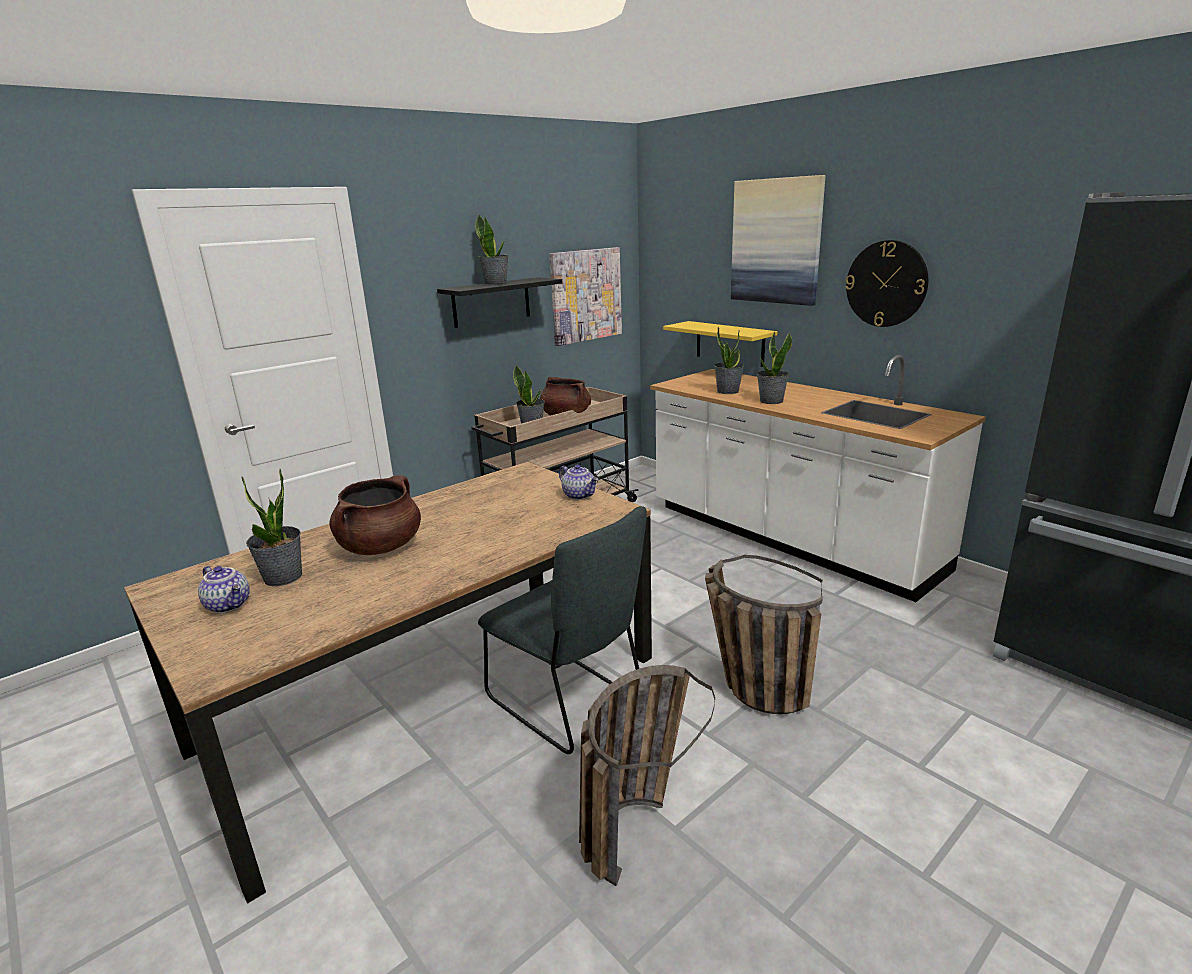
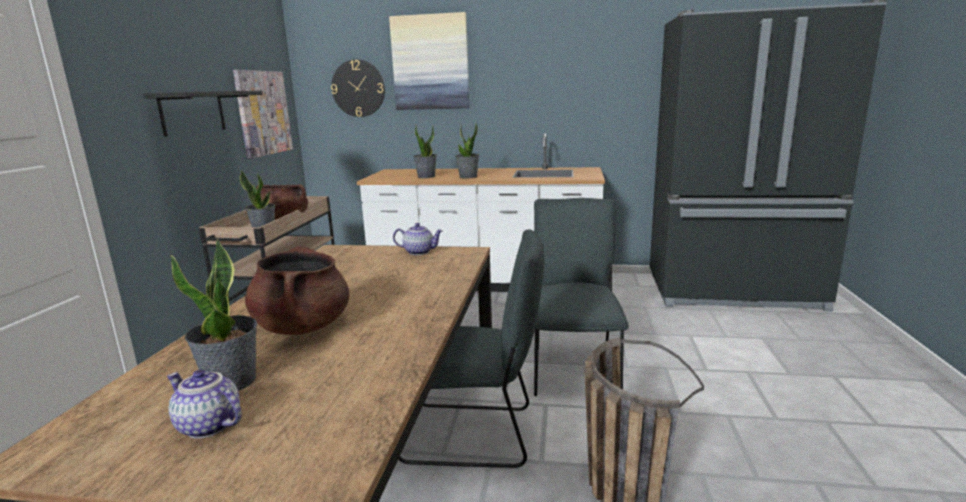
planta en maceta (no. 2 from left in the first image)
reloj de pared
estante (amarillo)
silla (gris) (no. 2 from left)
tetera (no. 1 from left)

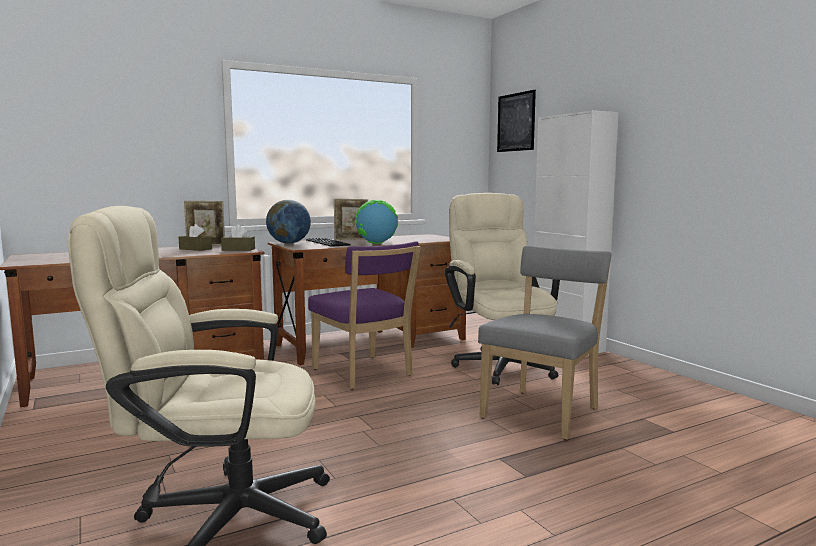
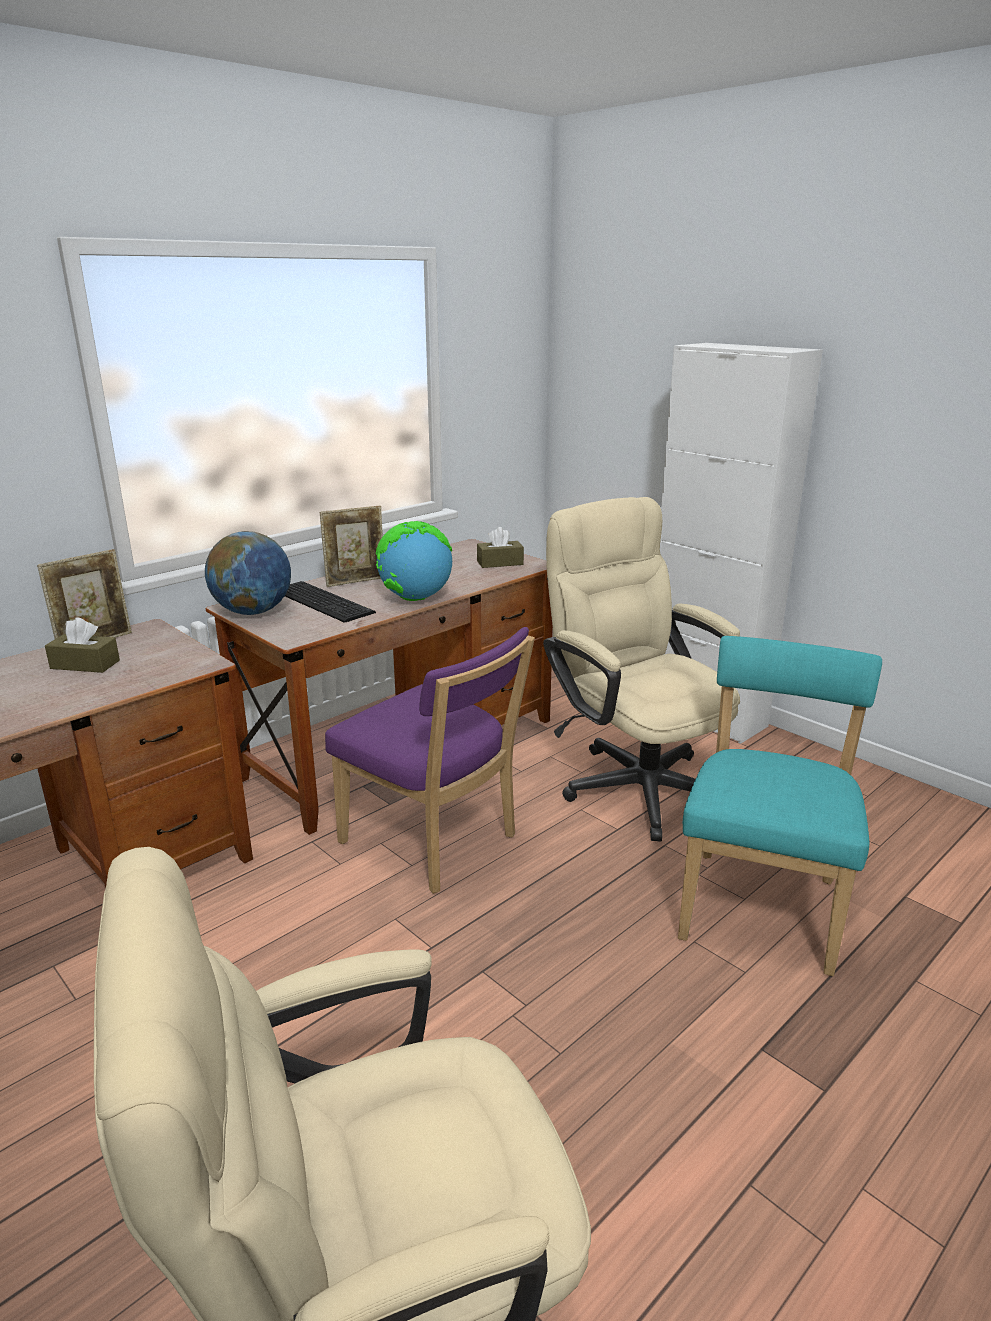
cuadro
caja de pañuelos (marrón) (no. 2 from left)
silla (turquesa)

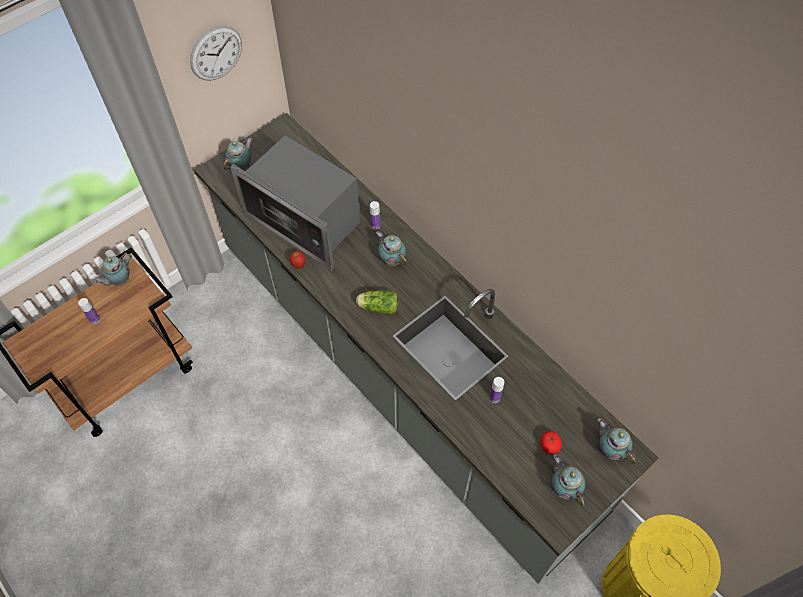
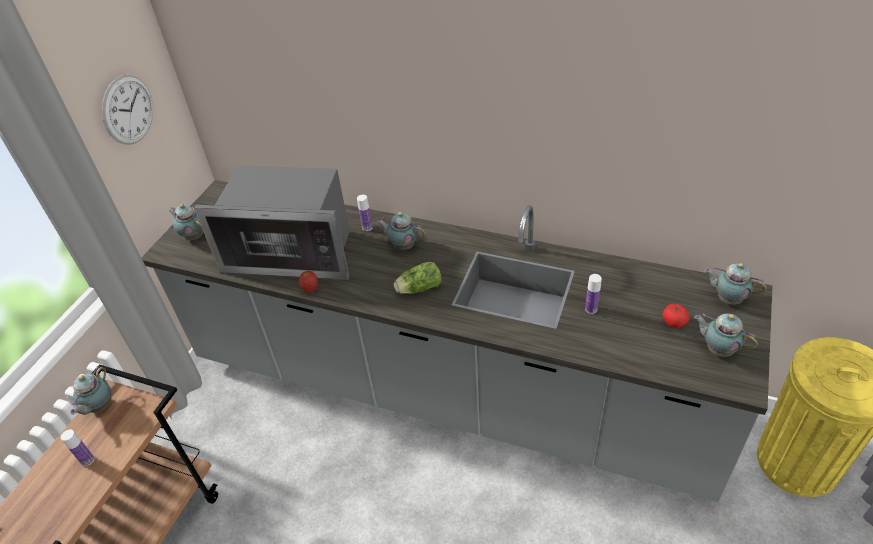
tetera (no. 2 from left)

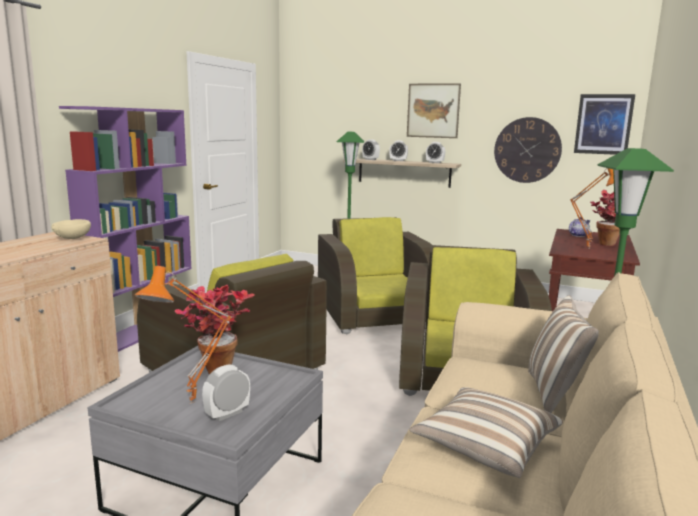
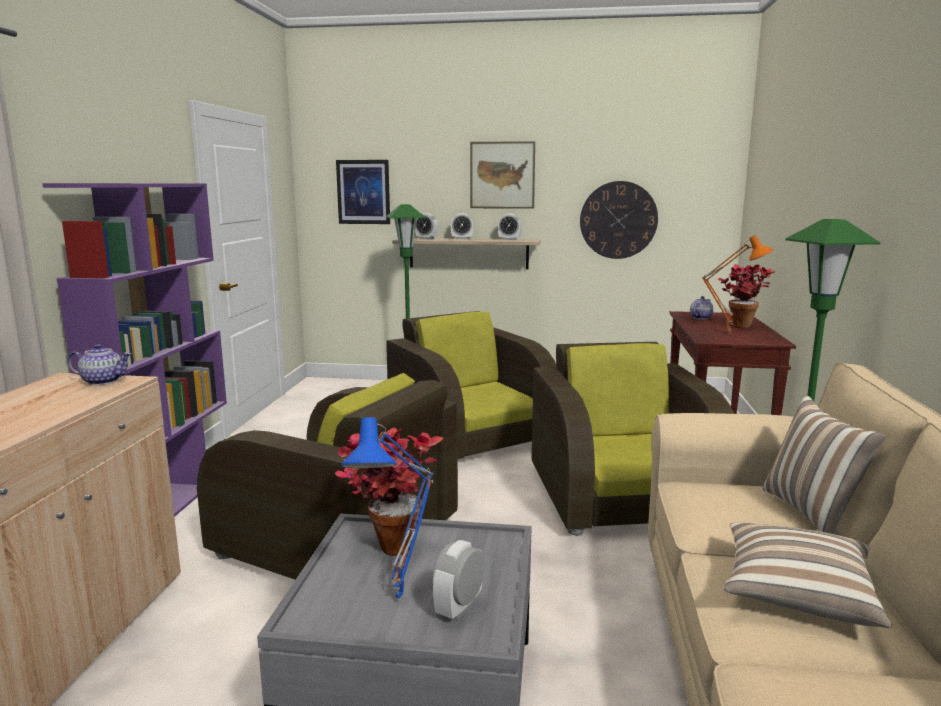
cuadro (no. 1 from left)
tetera (no. 1 from left)
lámpara de mesa (azul)

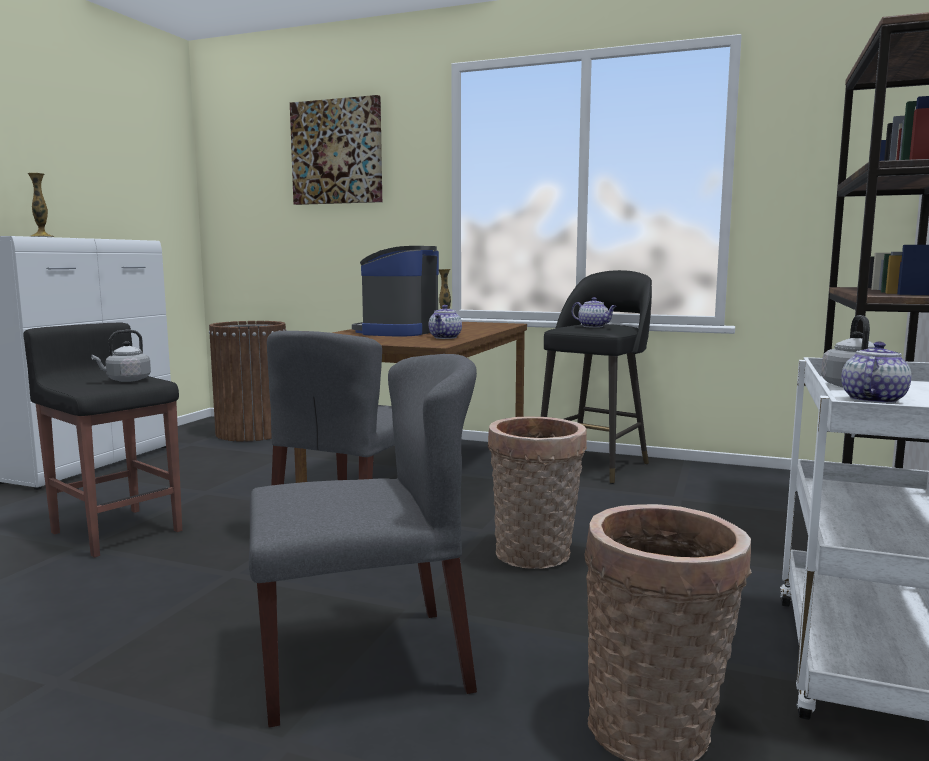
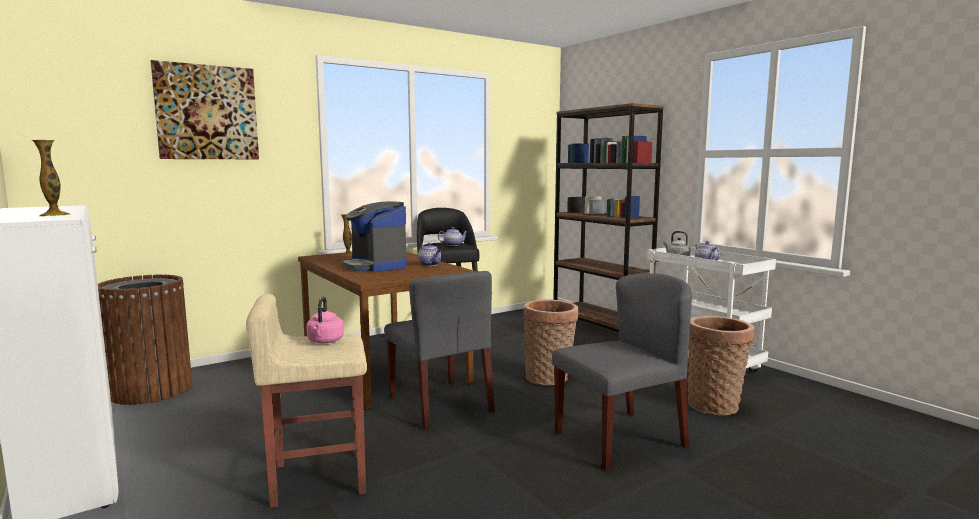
taburete (beis)
hervidor (rosa)
silla (gris) (no. 2 from left)

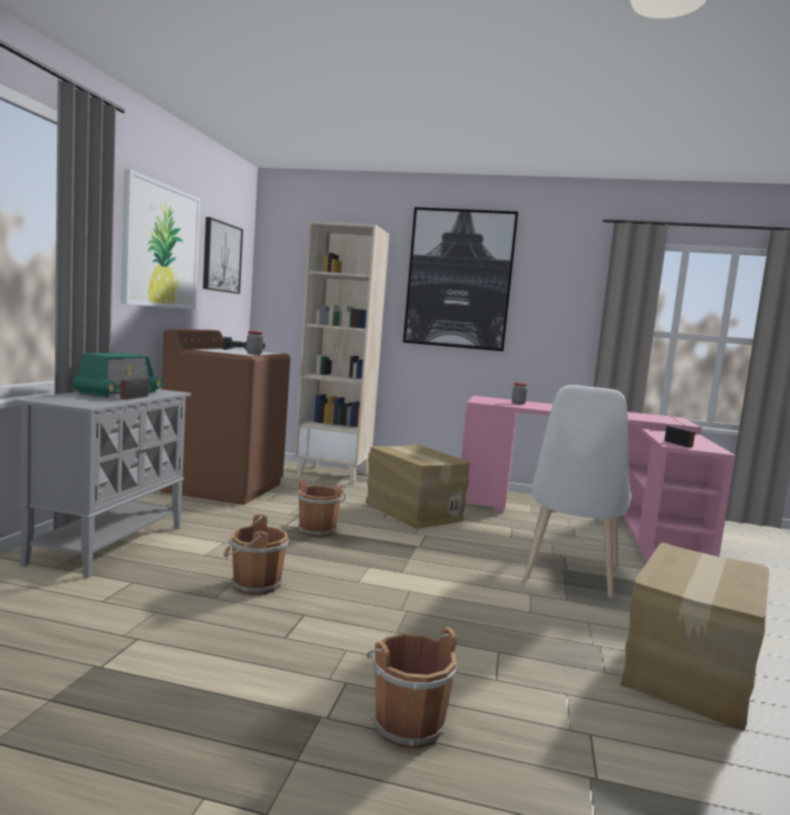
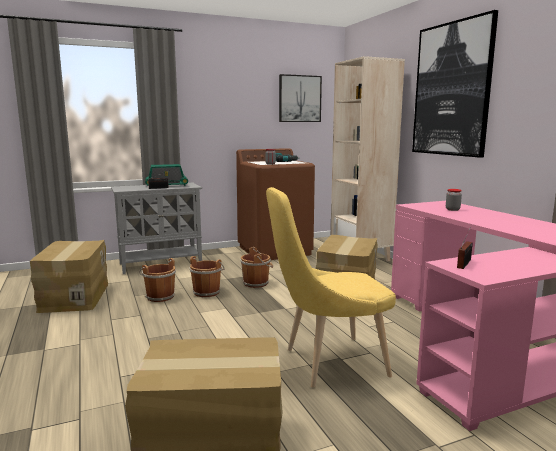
cuadro (no. 1 from left in the first image)
silla (amarillo)
cubo (marrón) (no. 2 from left)
caja de cartón (no. 1 from left)

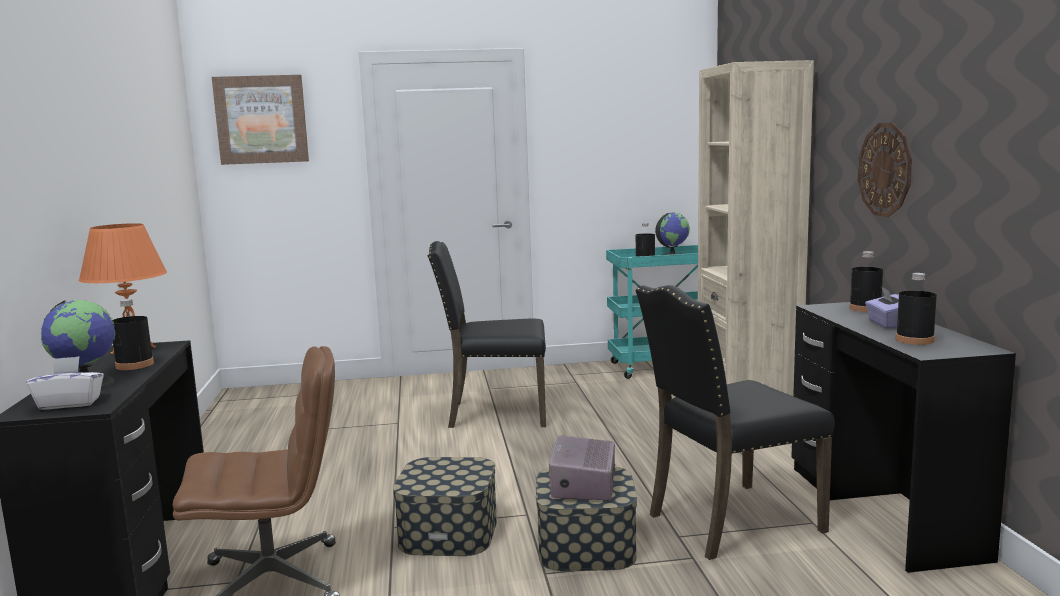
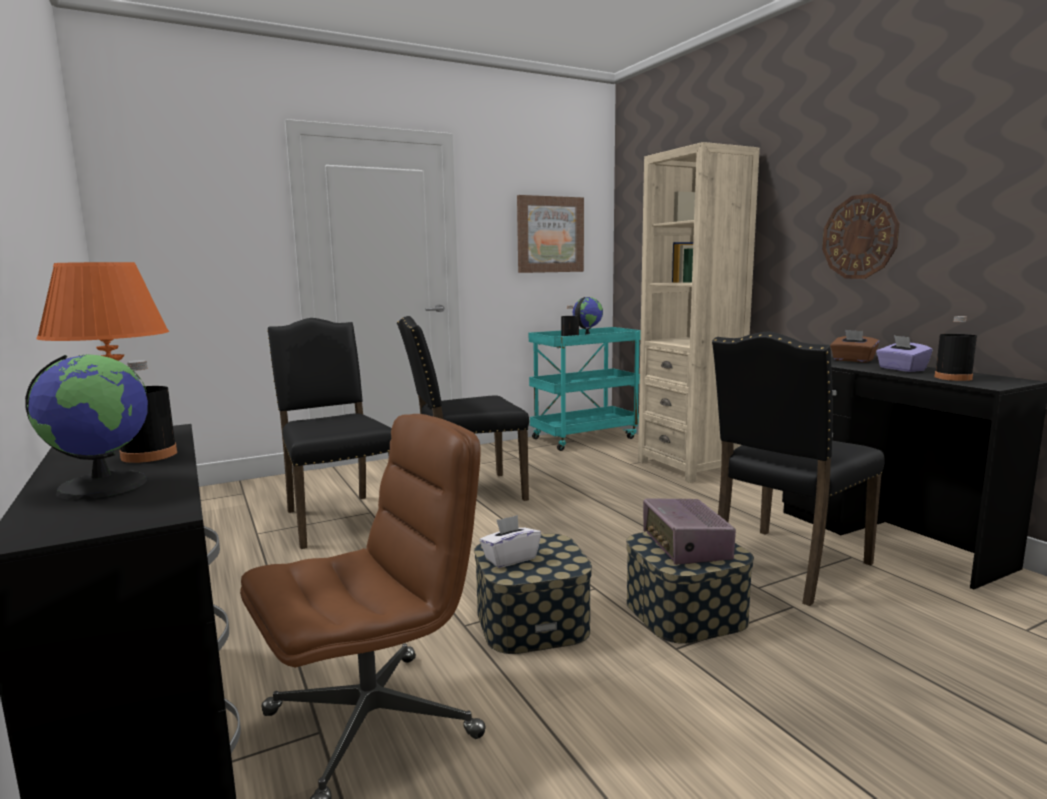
cuadro
caja de pañuelos (marrón)
caja de pañuelos (blanco)
silla (negro) (no. 1 from left)

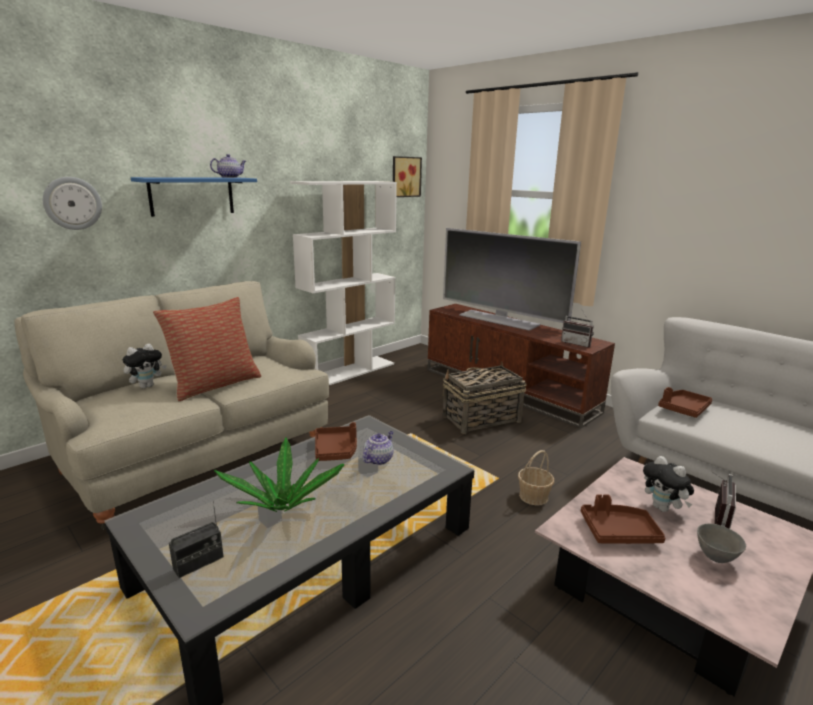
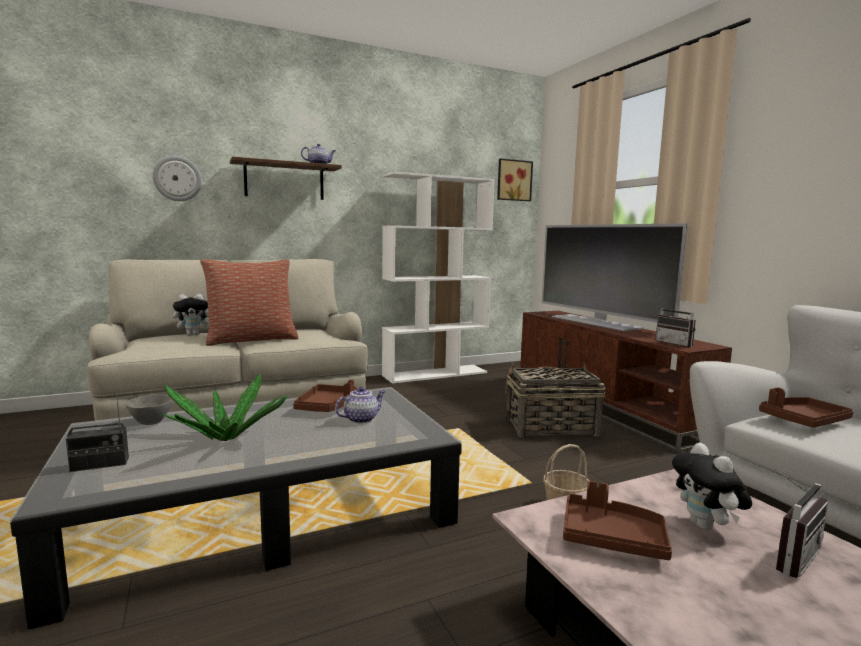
estante (marrón)
cuenco (gris)

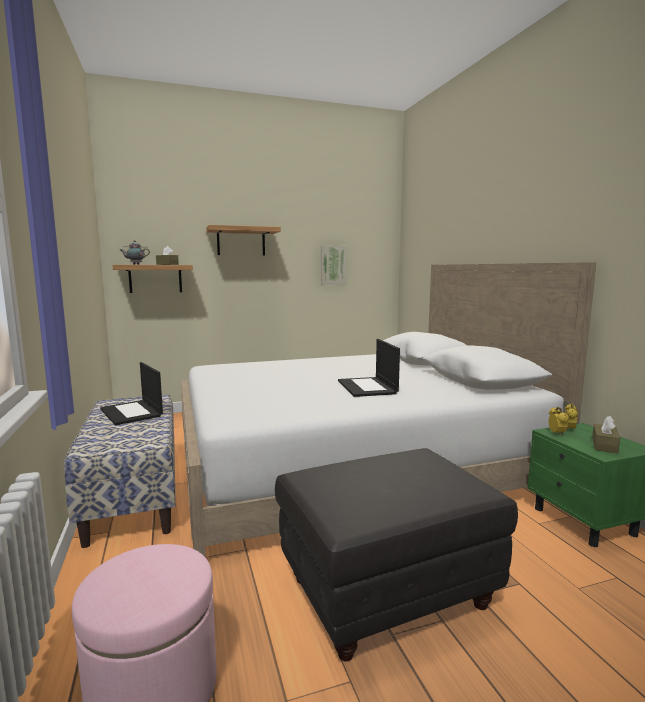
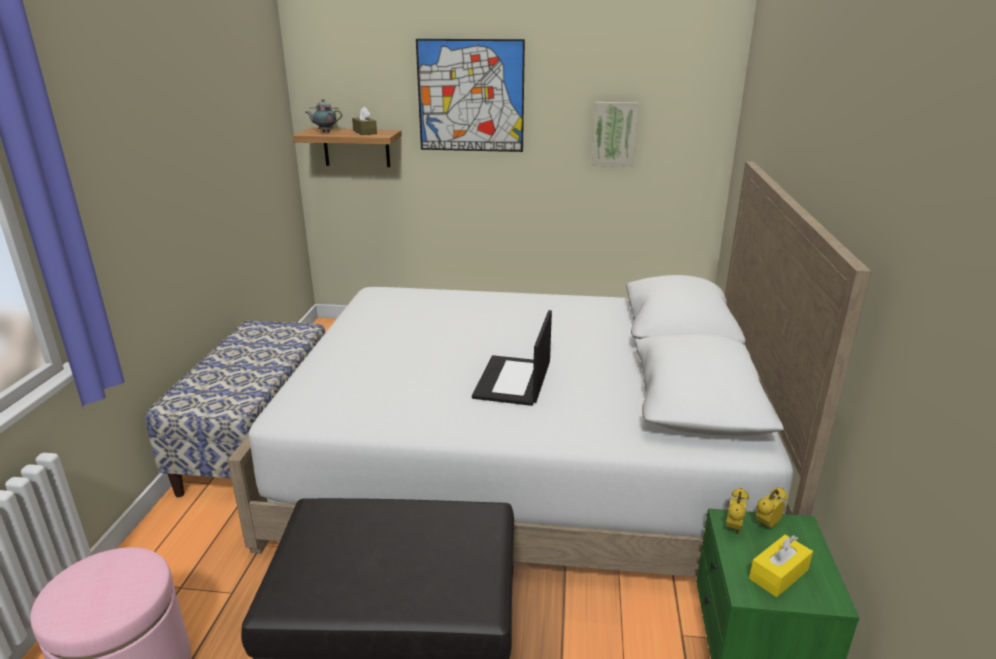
cuadro (no. 1 from left)
portátil (no. 1 from left in the first image)
caja de pañuelos (amarillo)

